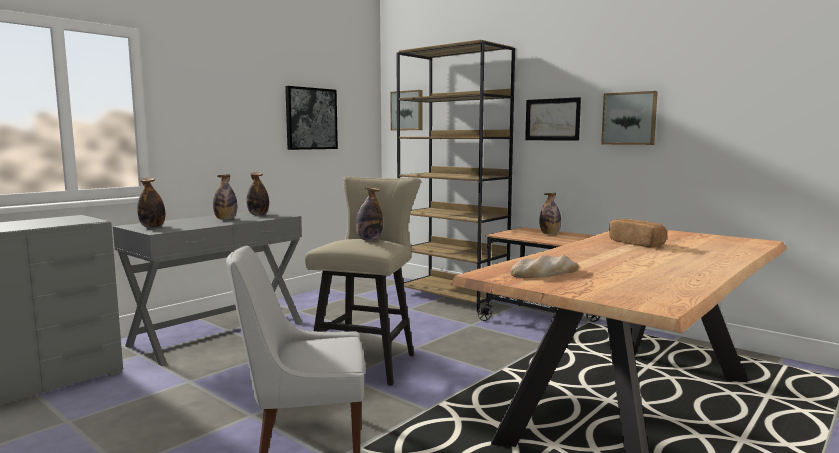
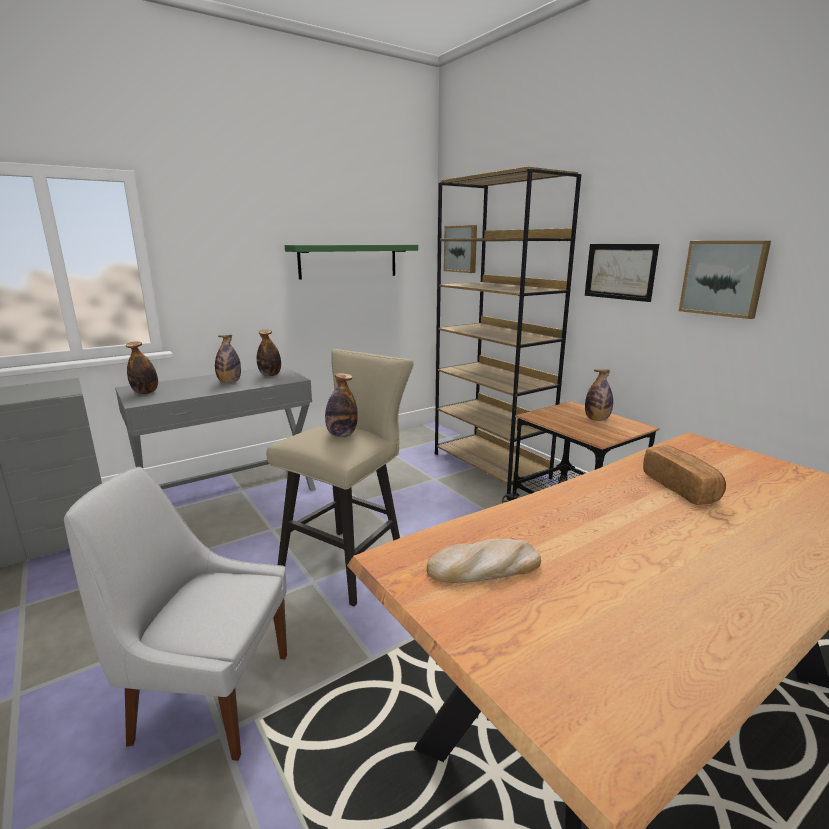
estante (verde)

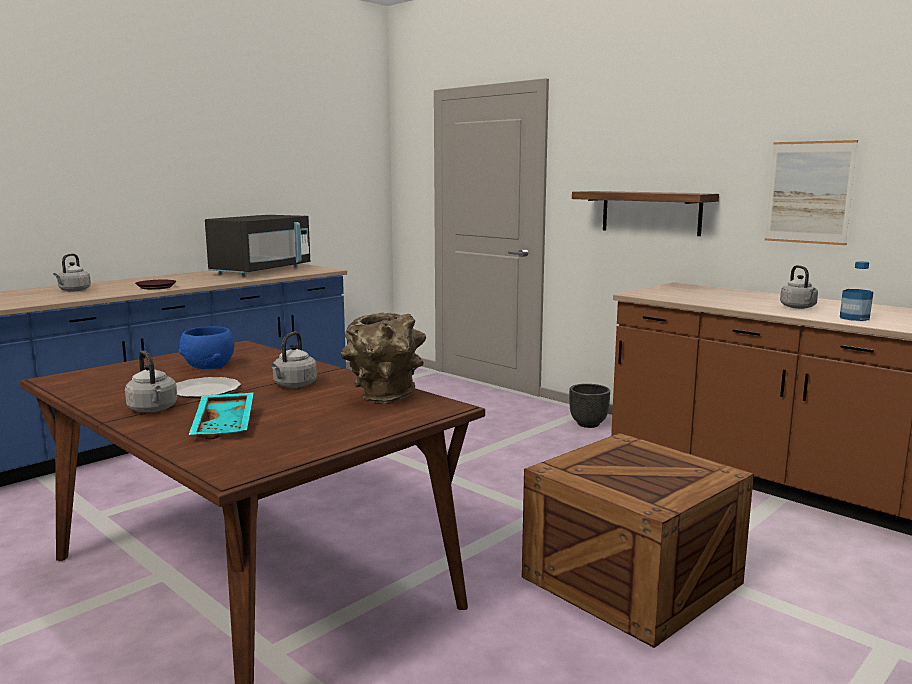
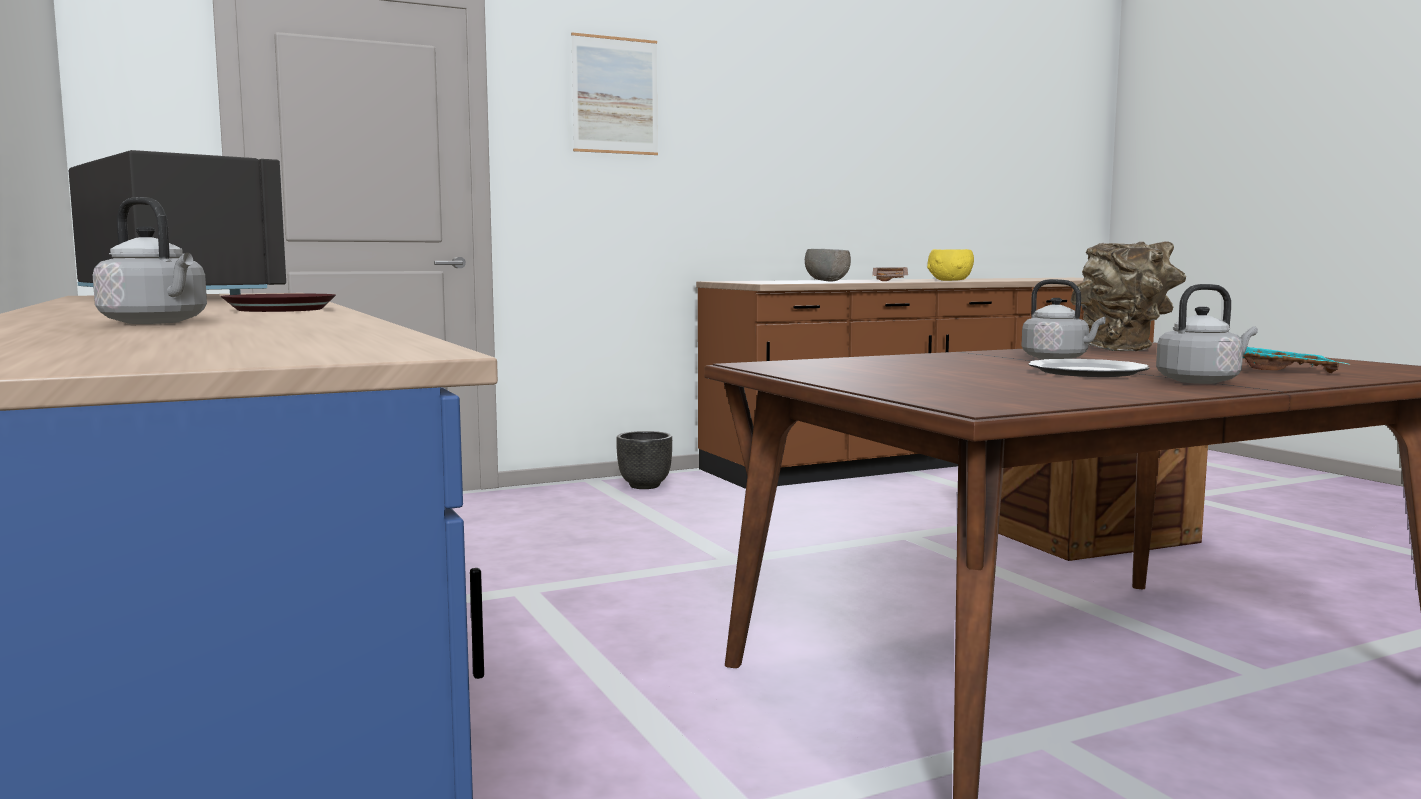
cuadro
estante
cuenco (amarillo)
bandeja (marrón)
cuenco (azul)
cuenco (gris)

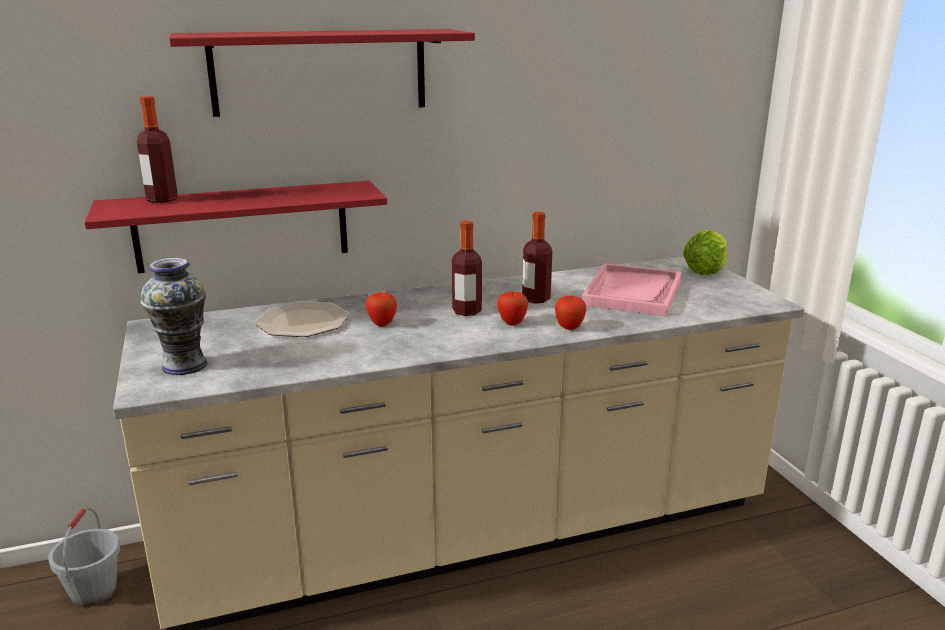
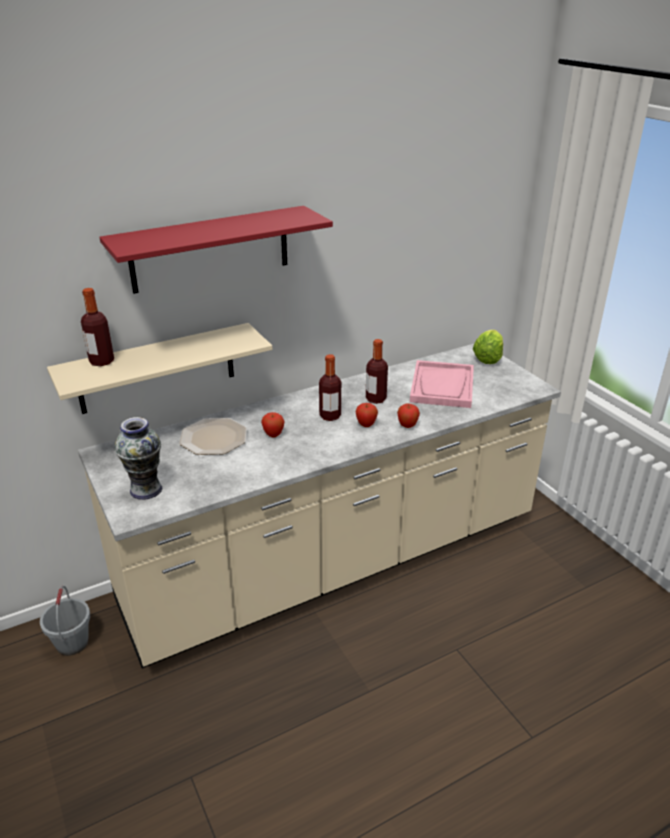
estante (beis)

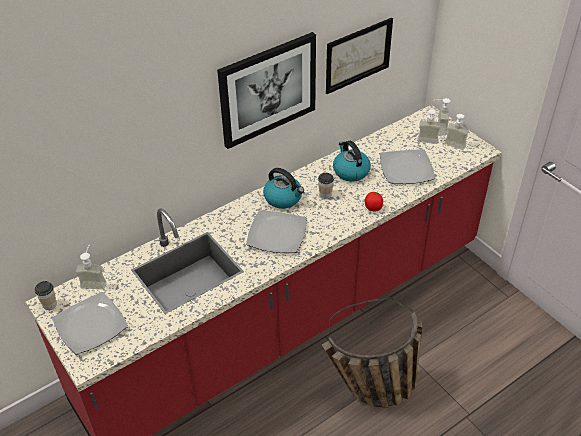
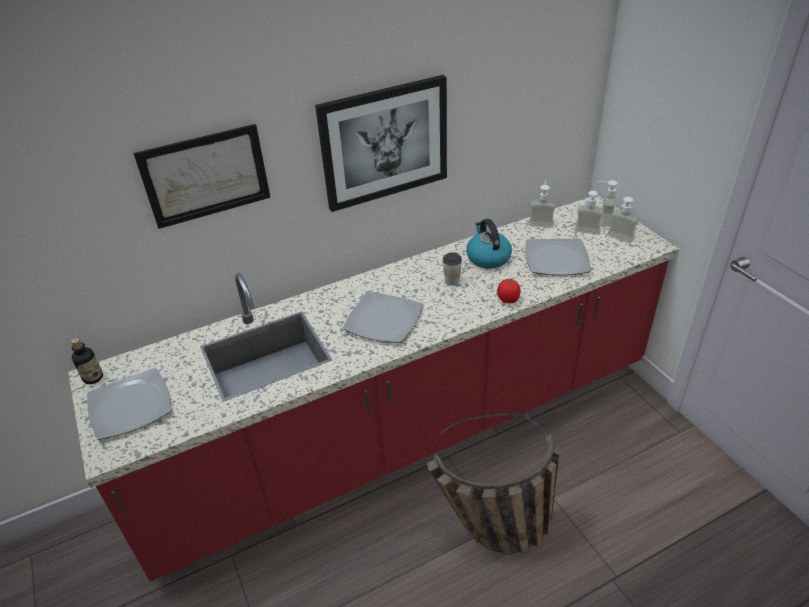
cuadro (no. 1 from left)
hervidor (no. 1 from left in the first image)
dispensador de jabón (no. 1 from left)
botella

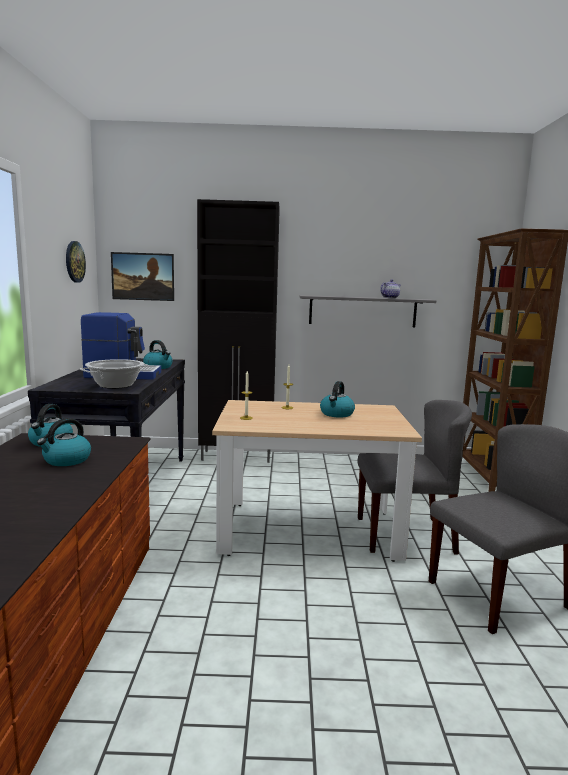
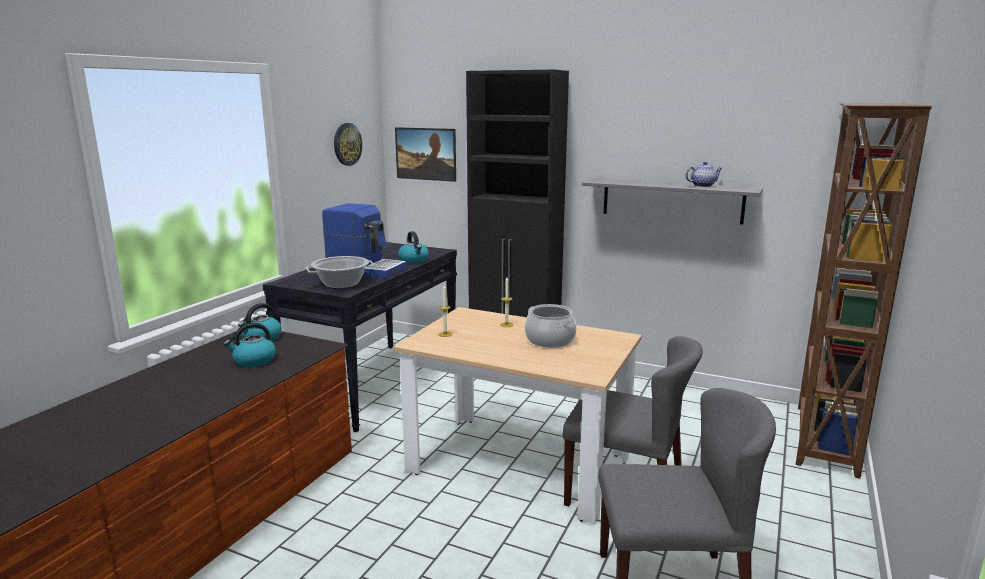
olla (no. 2 from left)

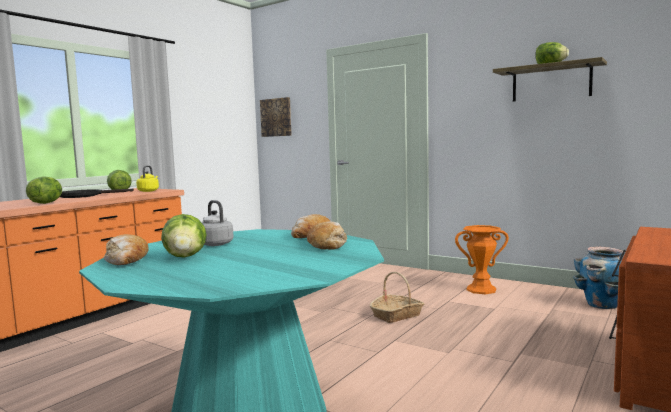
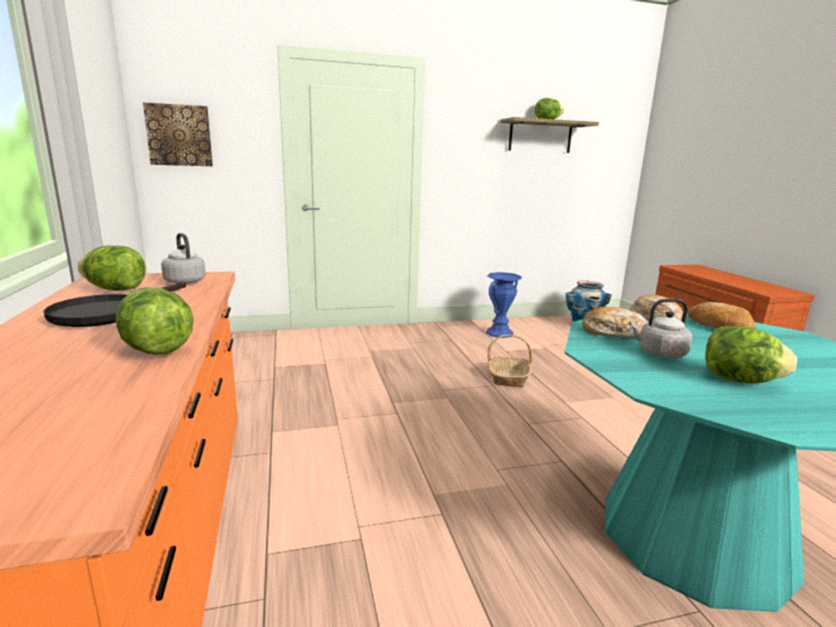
hervidor (gris) (no. 1 from left)
florero (azul)
pan (no. 1 from left)

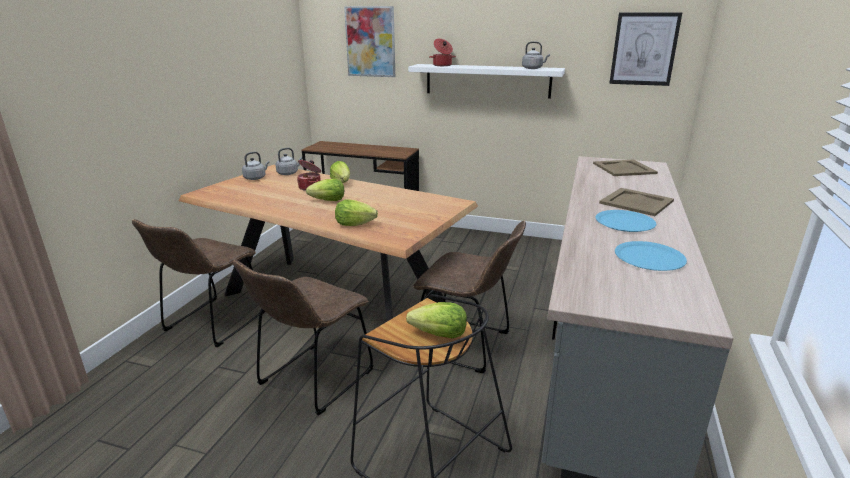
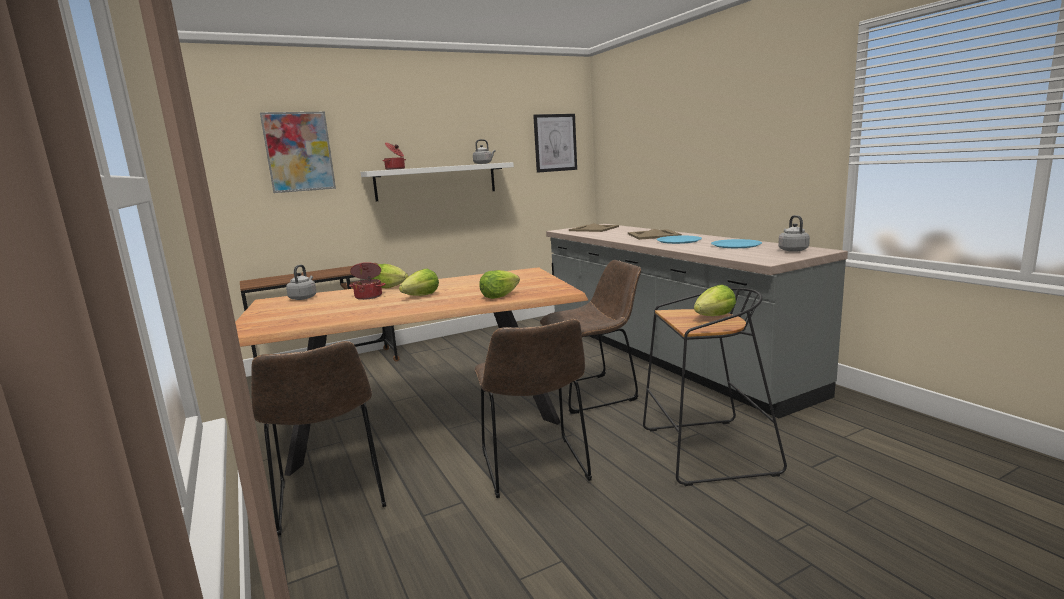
hervidor (gris) (no. 3 from left)

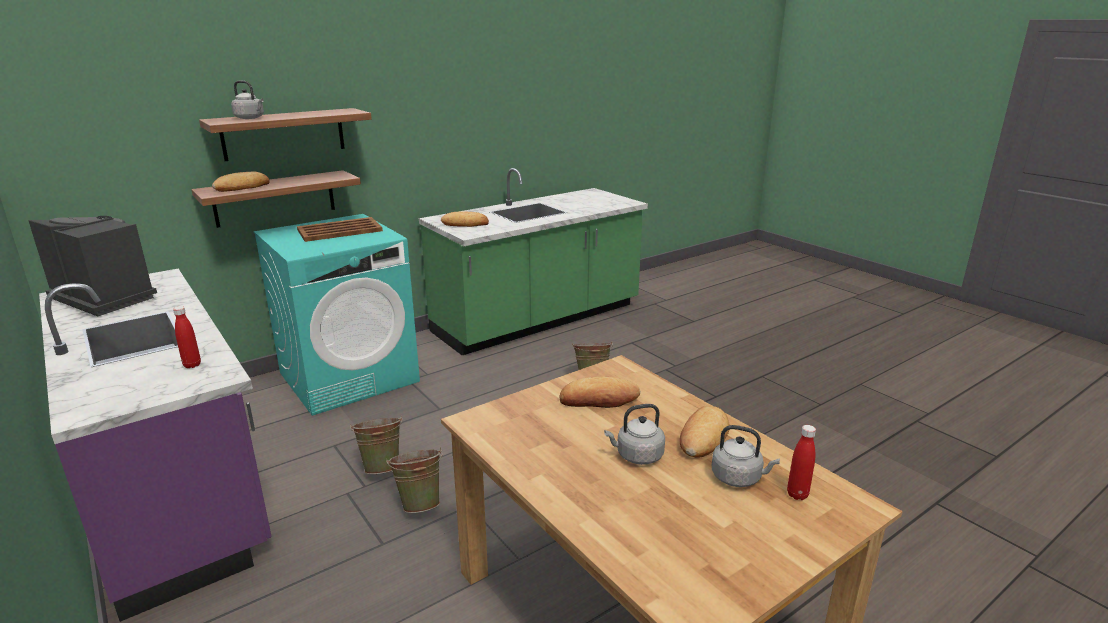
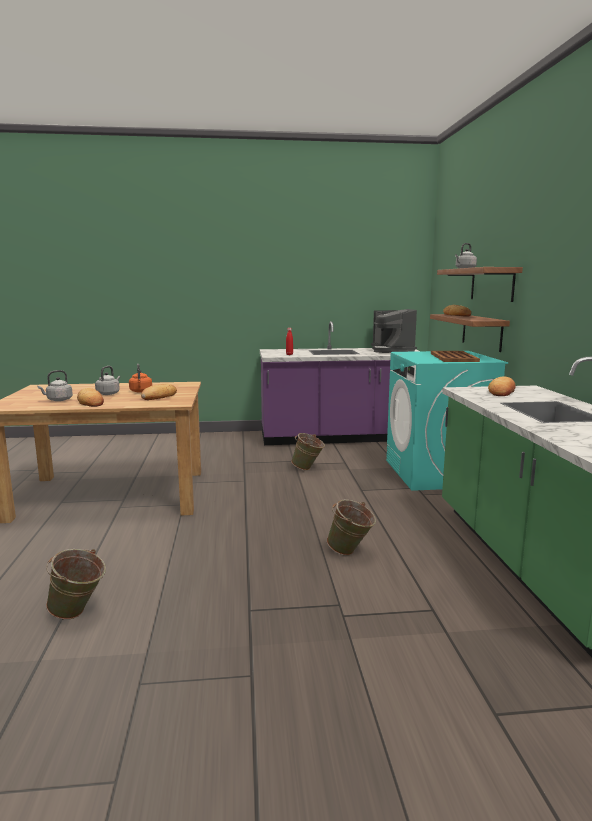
cafetera
botella (rojo) (no. 2 from left in the first image)
cubo (verde) (no. 1 from left)
hervidor (naranja)

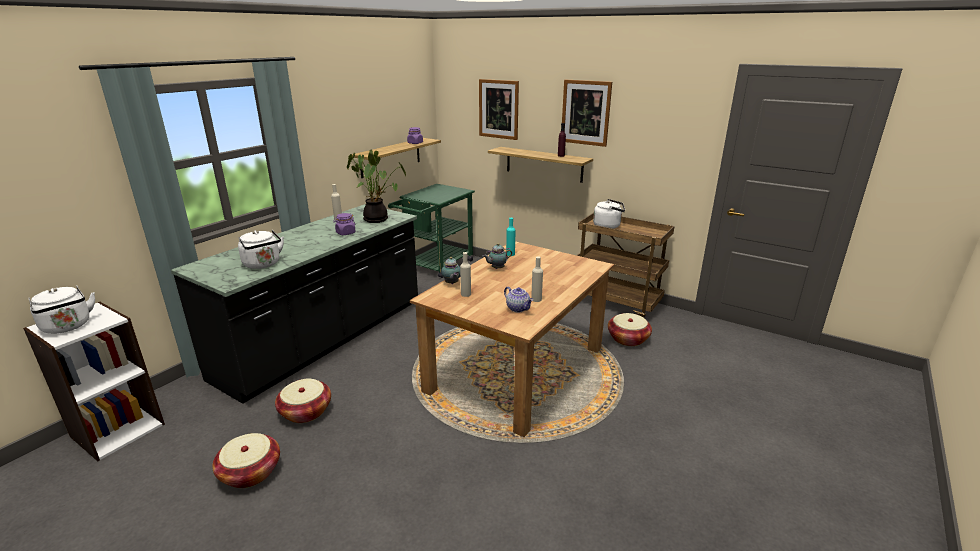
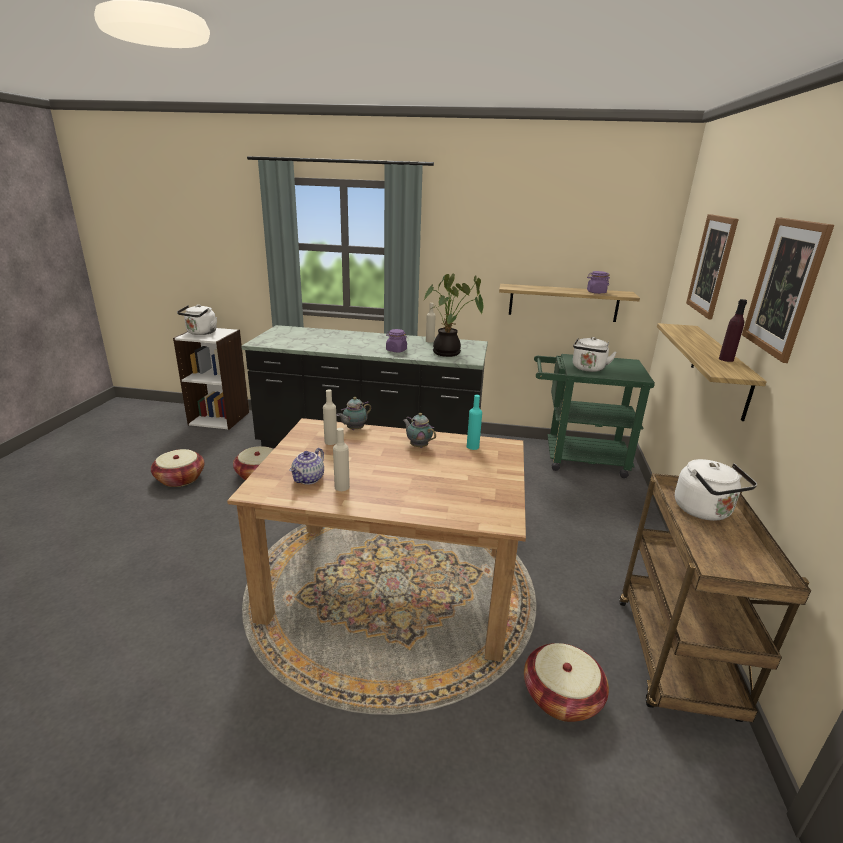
hervidor (blanco) (no. 2 from left)

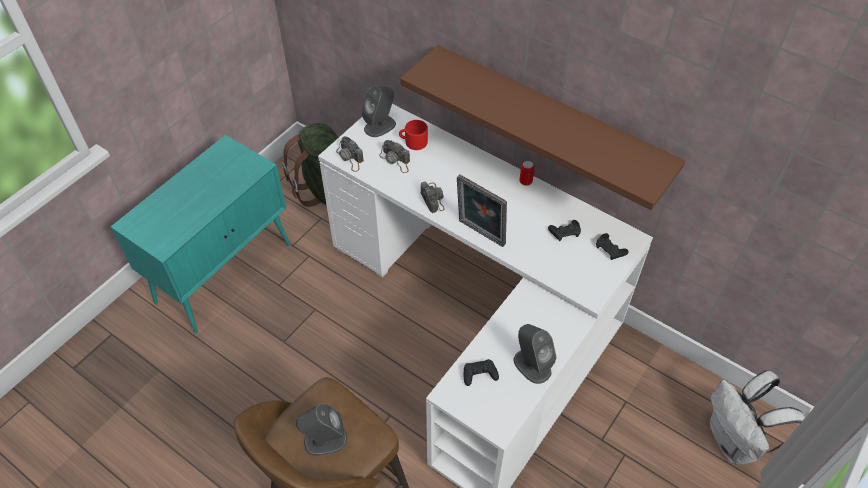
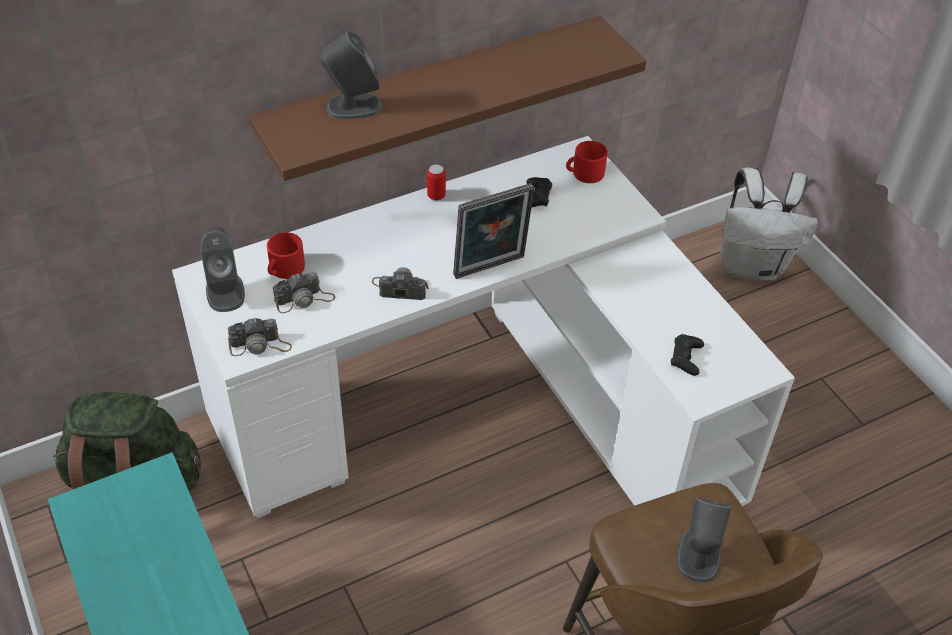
taza grande (rojo) (no. 2 from left)
altavoz (gris) (no. 2 from left)

